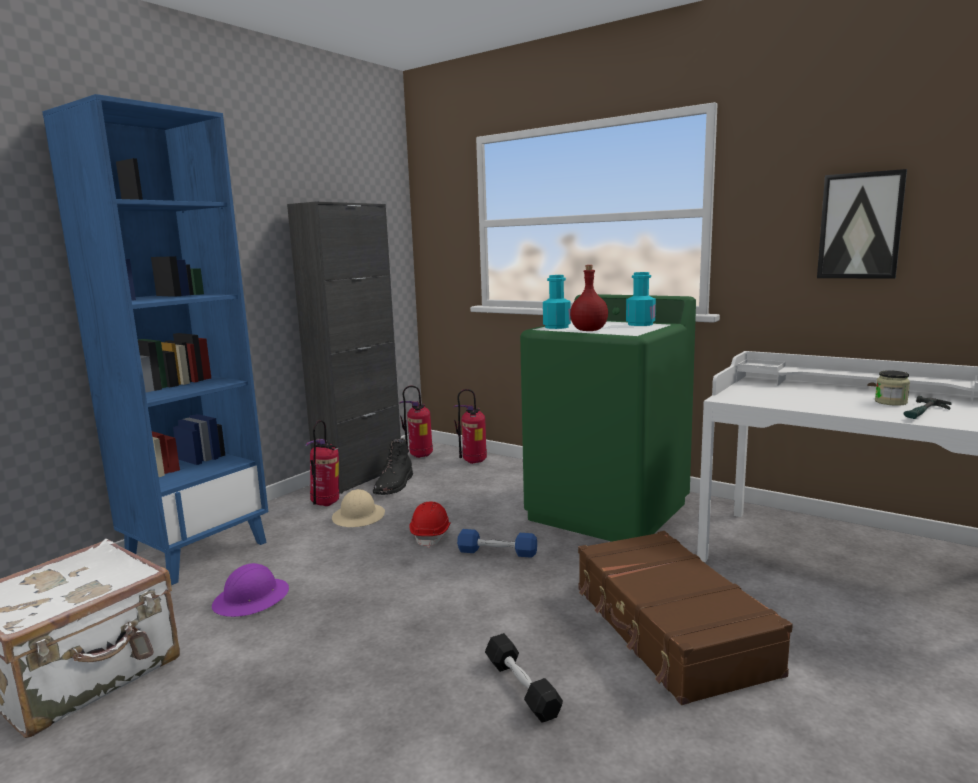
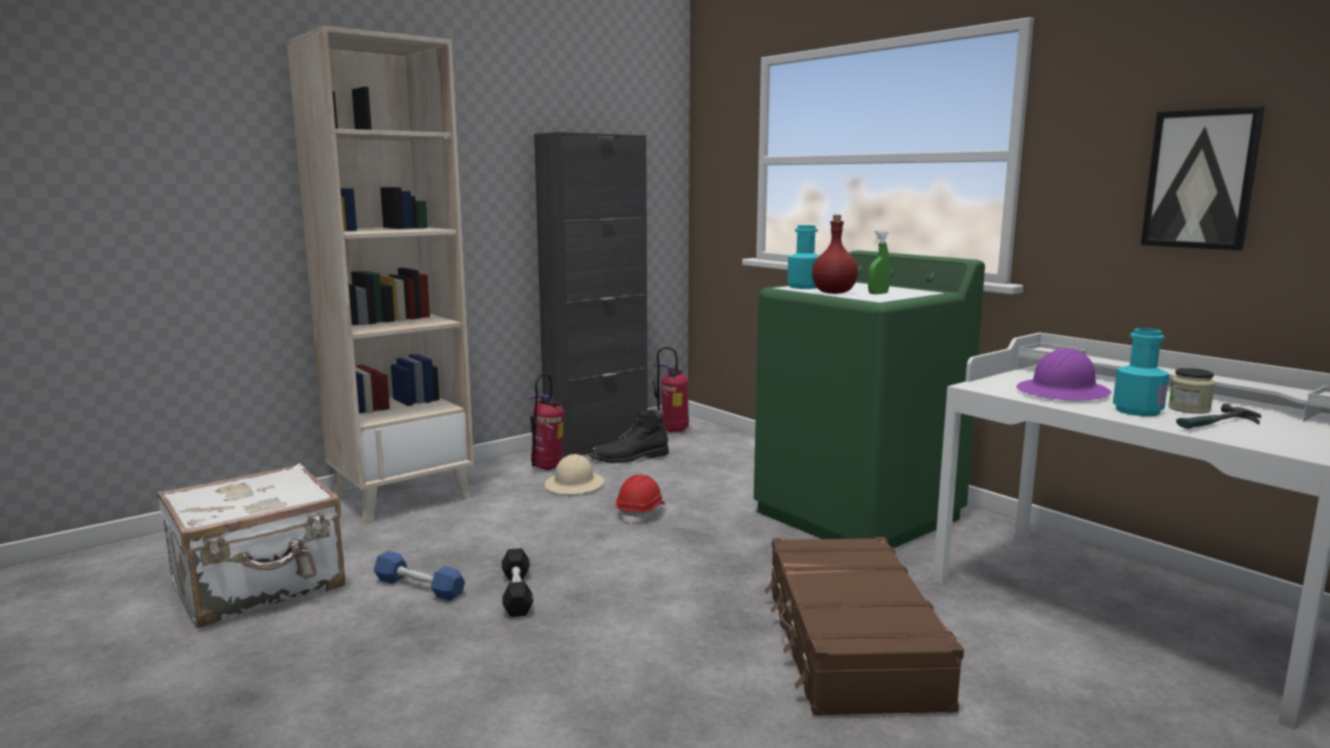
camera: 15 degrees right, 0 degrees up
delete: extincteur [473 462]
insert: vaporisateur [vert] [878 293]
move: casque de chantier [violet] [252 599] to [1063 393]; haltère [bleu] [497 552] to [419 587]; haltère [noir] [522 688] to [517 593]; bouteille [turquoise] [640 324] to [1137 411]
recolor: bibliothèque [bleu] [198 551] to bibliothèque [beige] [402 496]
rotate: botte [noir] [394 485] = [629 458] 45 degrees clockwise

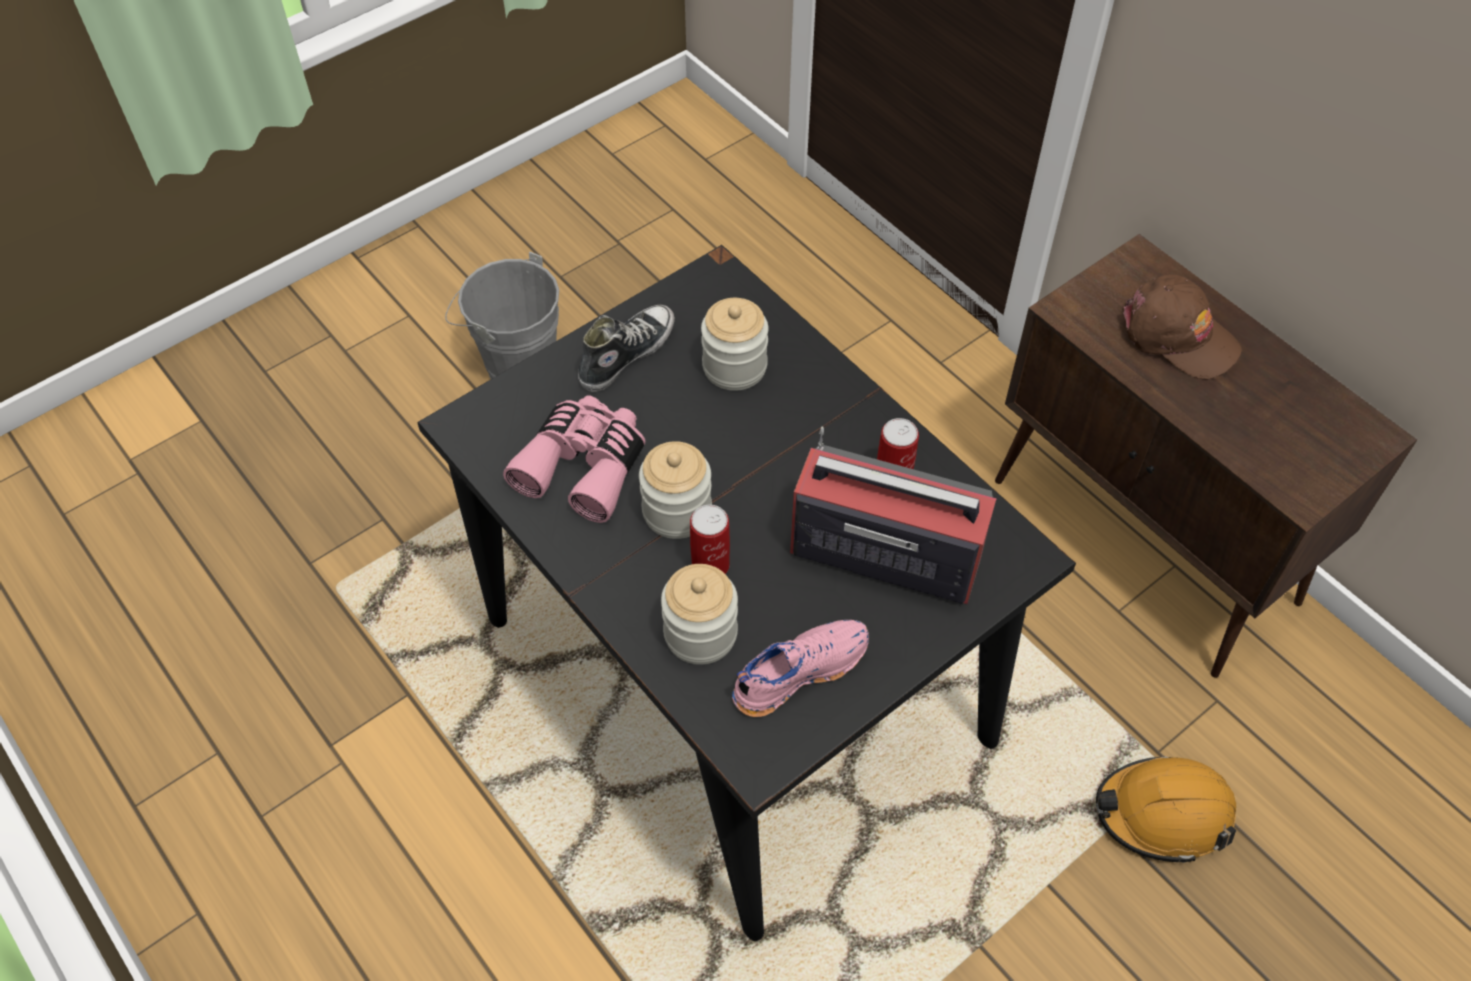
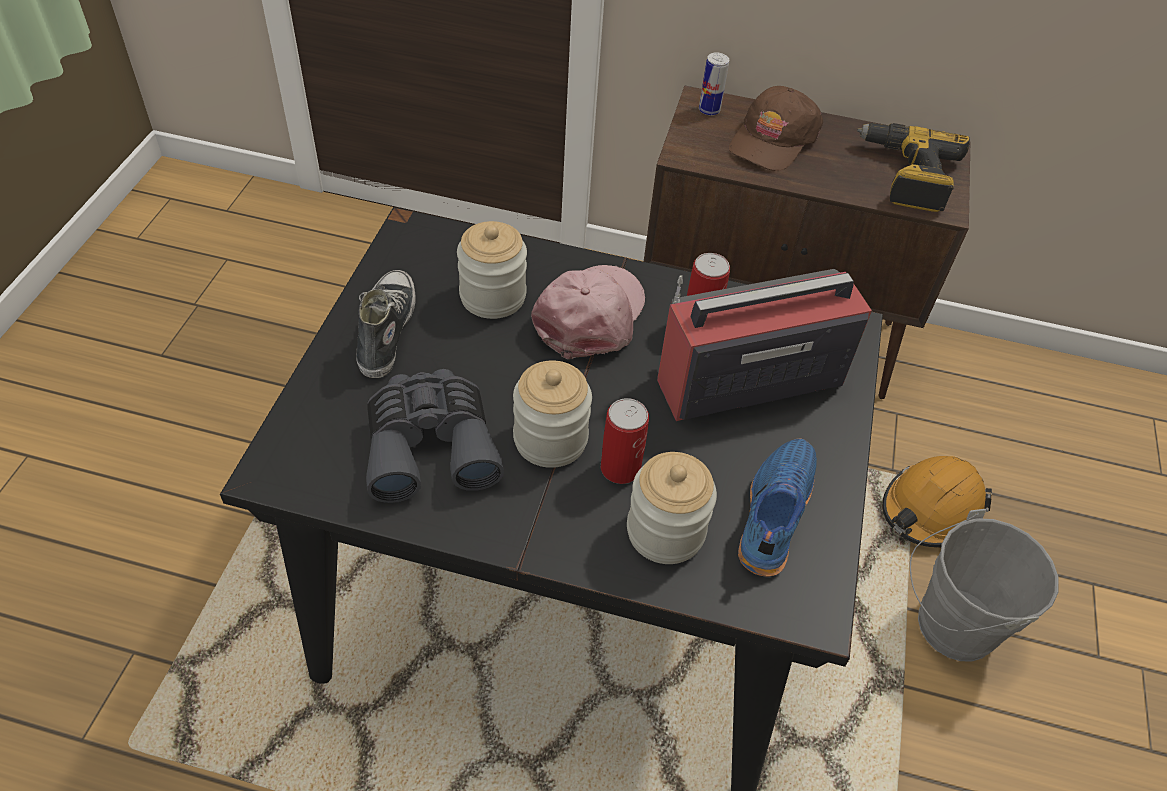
camera: 40 degrees left, 5 degrees down
insert: casquette [rose] [591 316]; boîte métallique [709 110]; perceuse [906 176]
move: seau [gris] [514 362] to [947 626]
recolor: jumelles [rose] [584 466] to jumelles [gris] [430 445]; chaussure [rose] [798 671] to chaussure [bleu] [772 513]
rotate: casquette [marron] [1177 336] = [772 140] 120 degrees clockwise

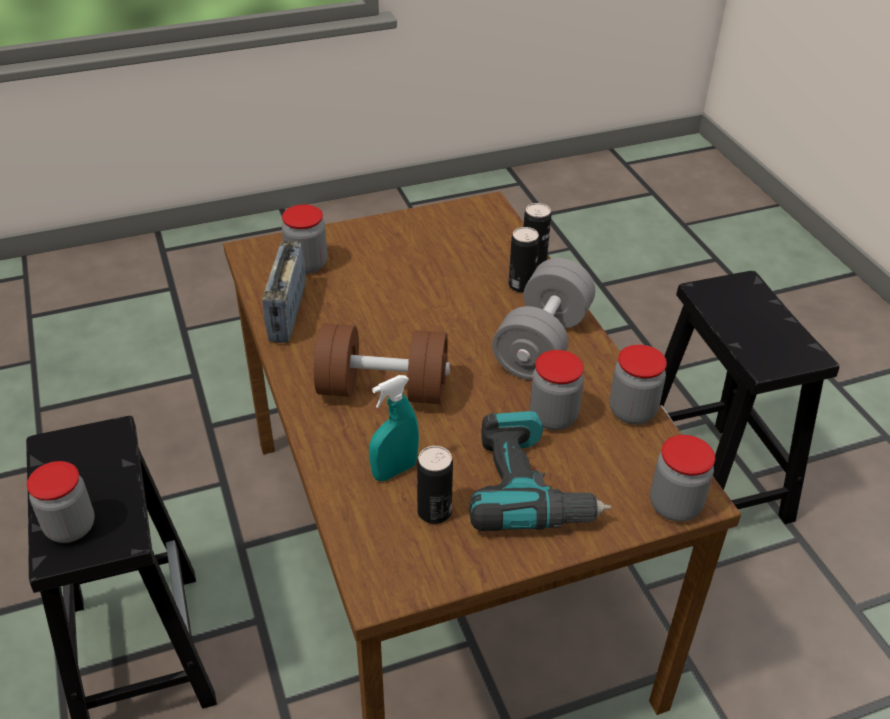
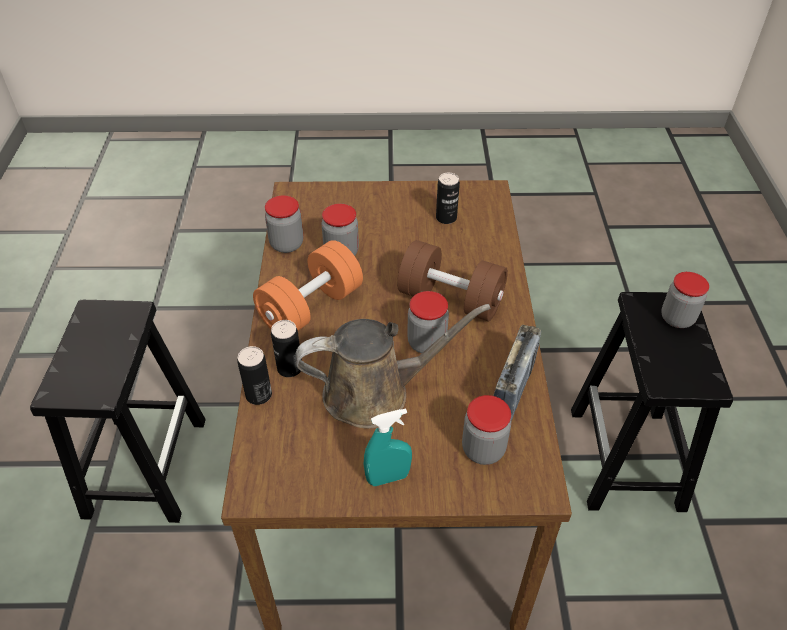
camera: 160 degrees left, 5 degrees up
delete: perceuse [529 488]
insert: arrosoir [marron] [375 393]
move: vaporisateur [turquoise] [394 470] to [388 477]; bocal [675 505] to [426 343]
recolor: haltère [gris] [542 343] to haltère [orange] [311 307]

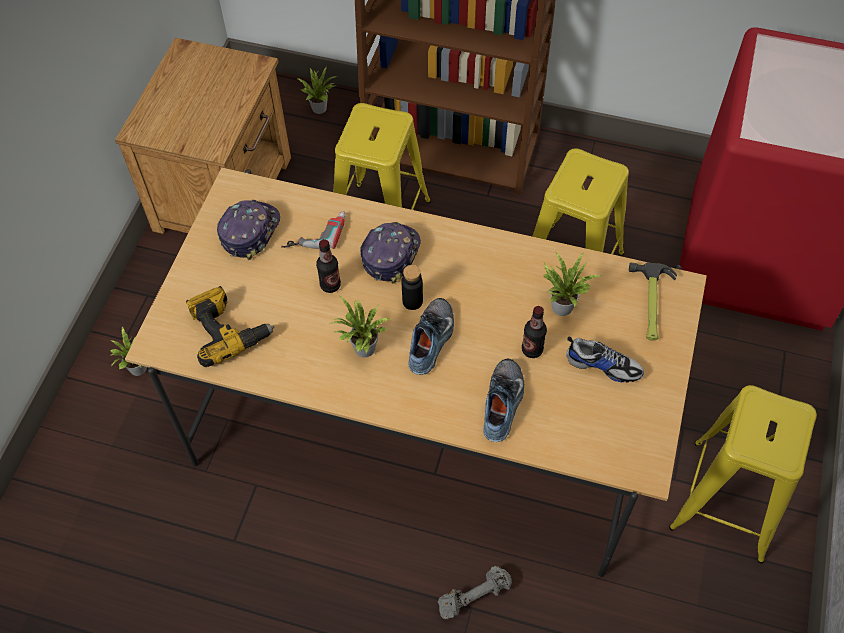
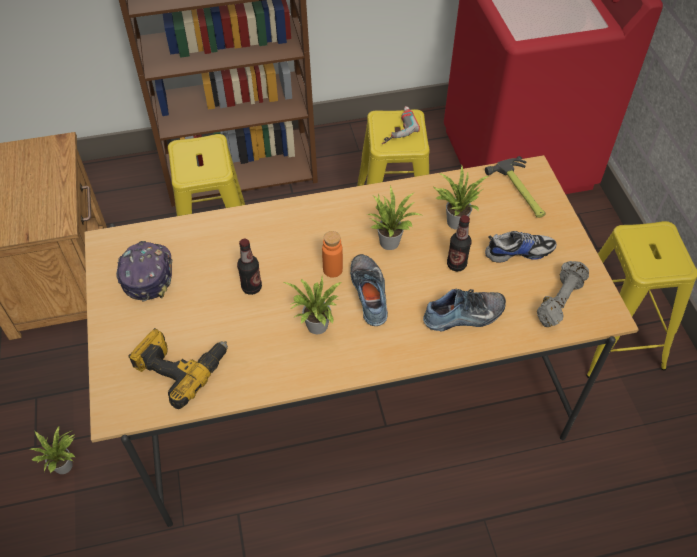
camera: 30 degrees left, 5 degrees down
delete: casquette [390 254]
move: perceuse [315 232] to [395 128]; plante en pot [321 107] to [390 240]; haltère [gris] [473 596] to [559 300]
recolor: bouteille [noir] [412 301] to bouteille [orange] [332 269]
rotate: chaussure [504 404] = [464 317] 90 degrees clockwise

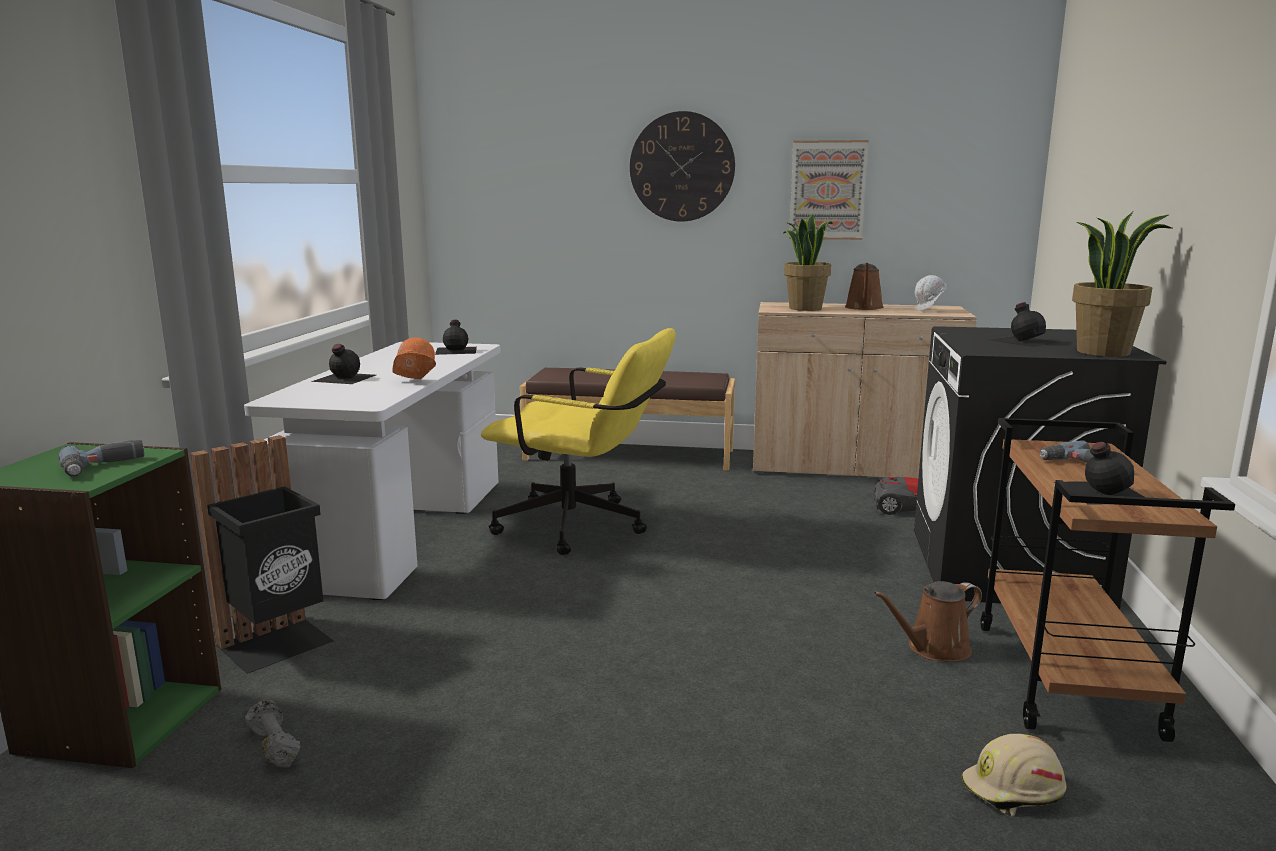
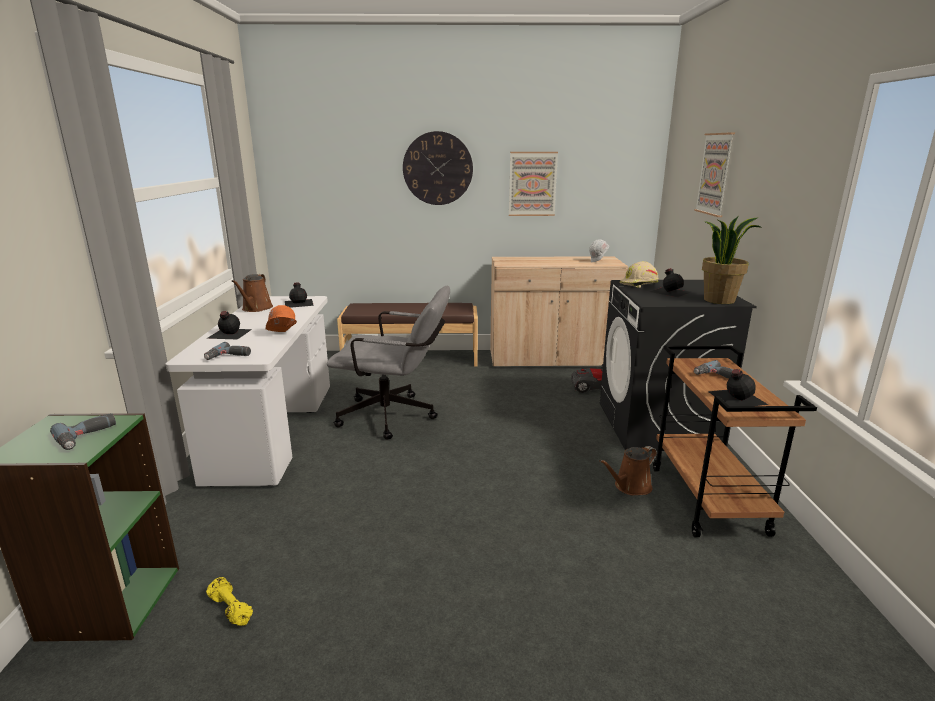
camera: 10 degrees left, 5 degrees up
delete: poubelle [noir] [278 644]; plante en pot [805 308]
insert: perceuse [228 357]; tableau [715 174]
move: arrosoir [marron] [864 308] to [256 309]; casque de chantier [beige] [1013 791] to [639 284]
recolor: haltère [gris] [273 747] to haltère [jaune] [230 609]; chaise de bureau [jaune] [583 527] to chaise de bureau [gris] [395 417]

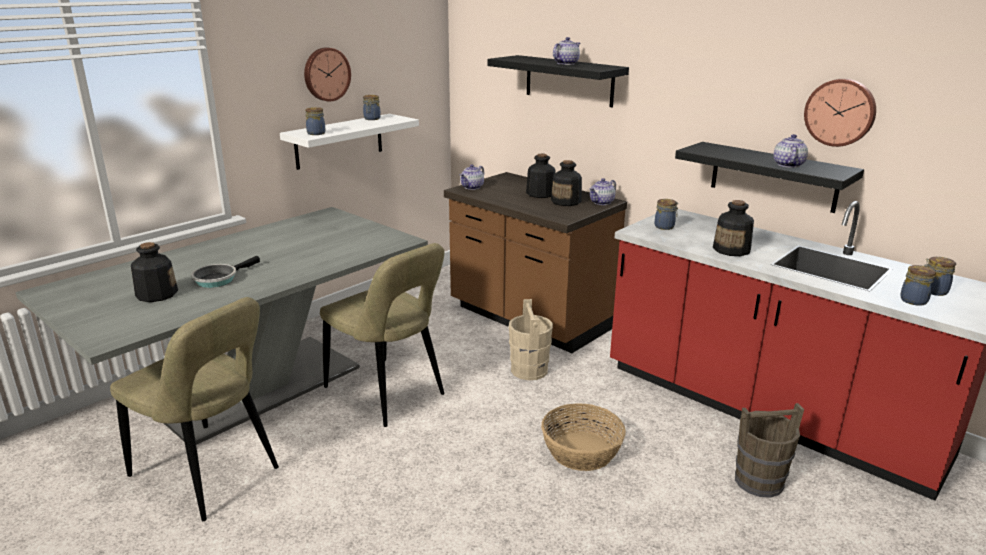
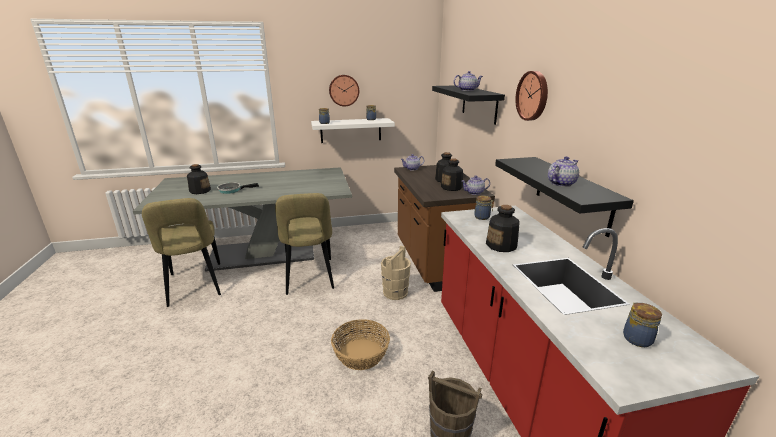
camera: 35 degrees right, 0 degrees up
delete: bocal [913 300]
move: horloge murale [840 112] to [533 96]

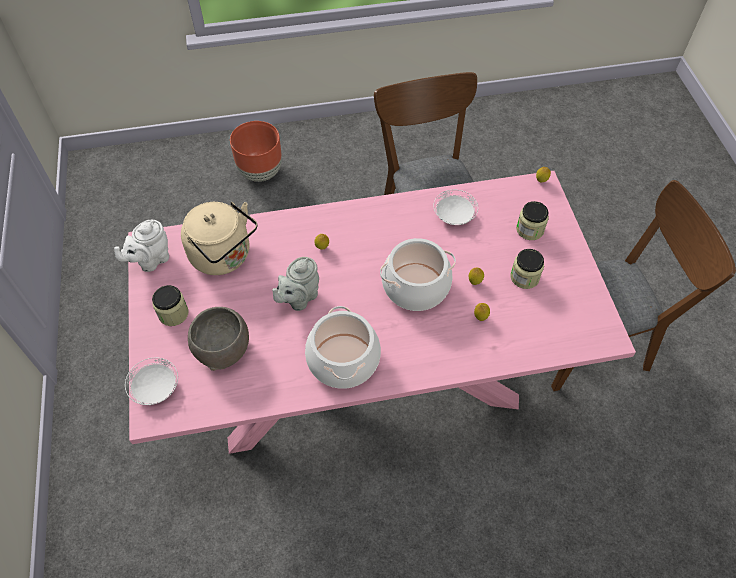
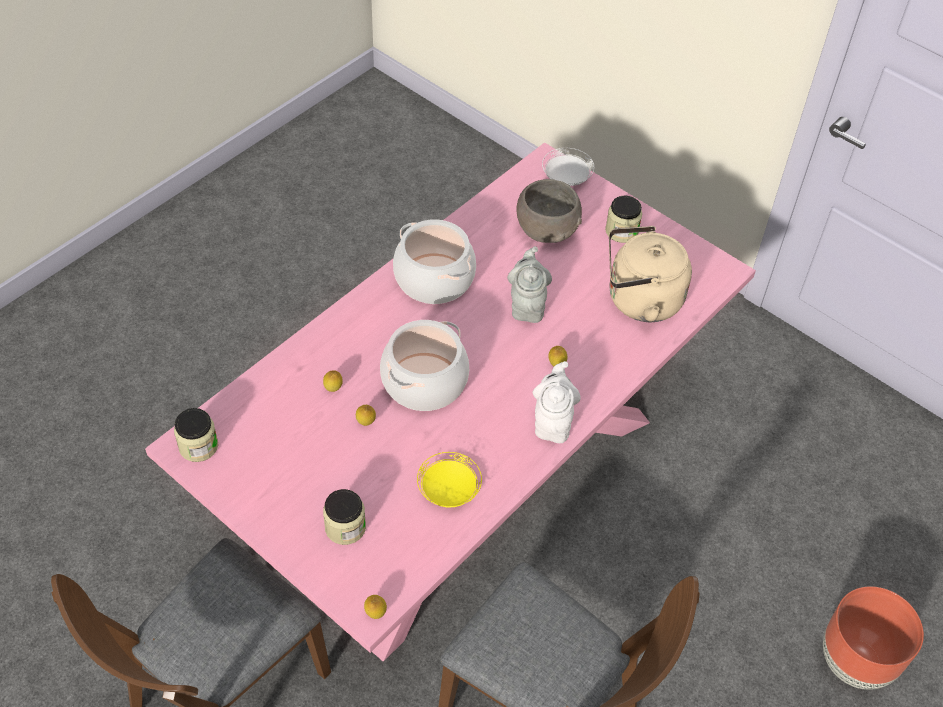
camera: 140 degrees right, 5 degrees down
move: théière [blanc] [151 260] to [552 422]; bocal [524 277] to [198 446]
recolor: assiette [blanc] [454 216] to assiette [jaune] [449 490]

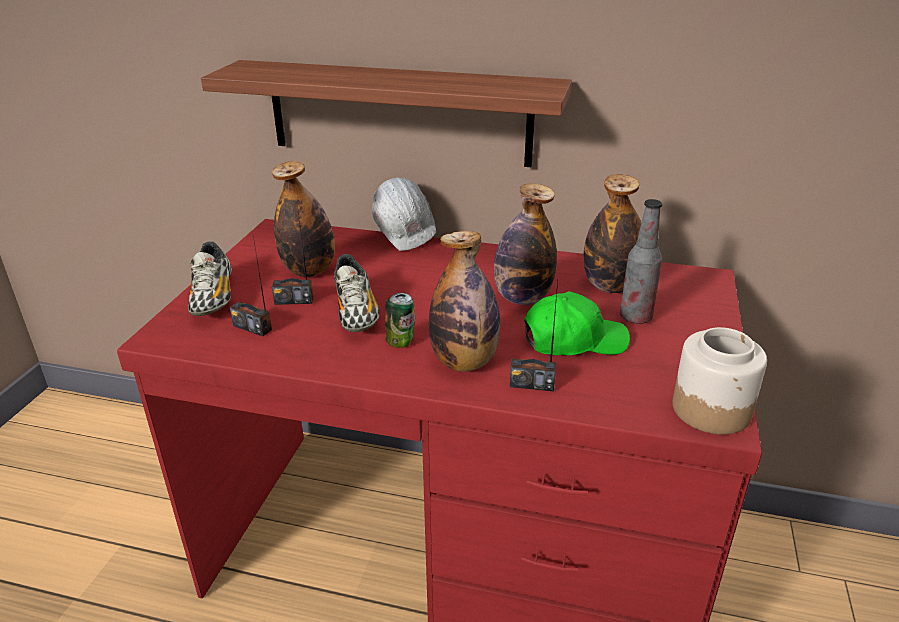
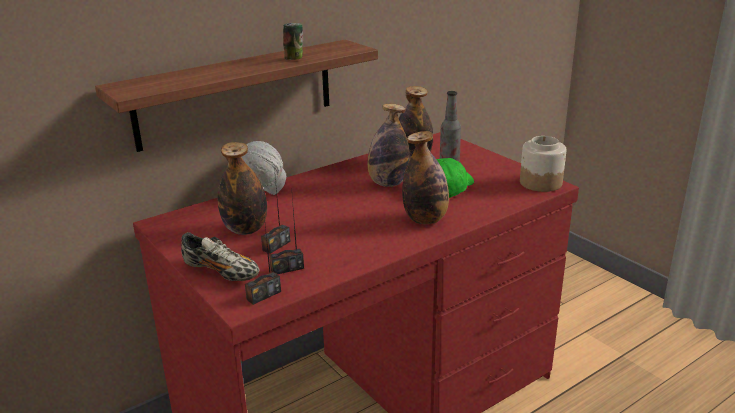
camera: 50 degrees left, 5 degrees down
delete: chaussure [356 312]
move: boîte métallique [401 342] to [294 58]; radio [532 384] to [263 295]

